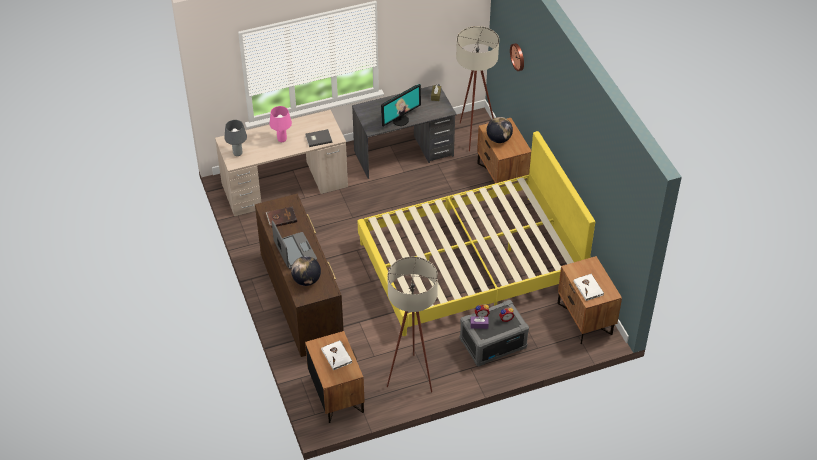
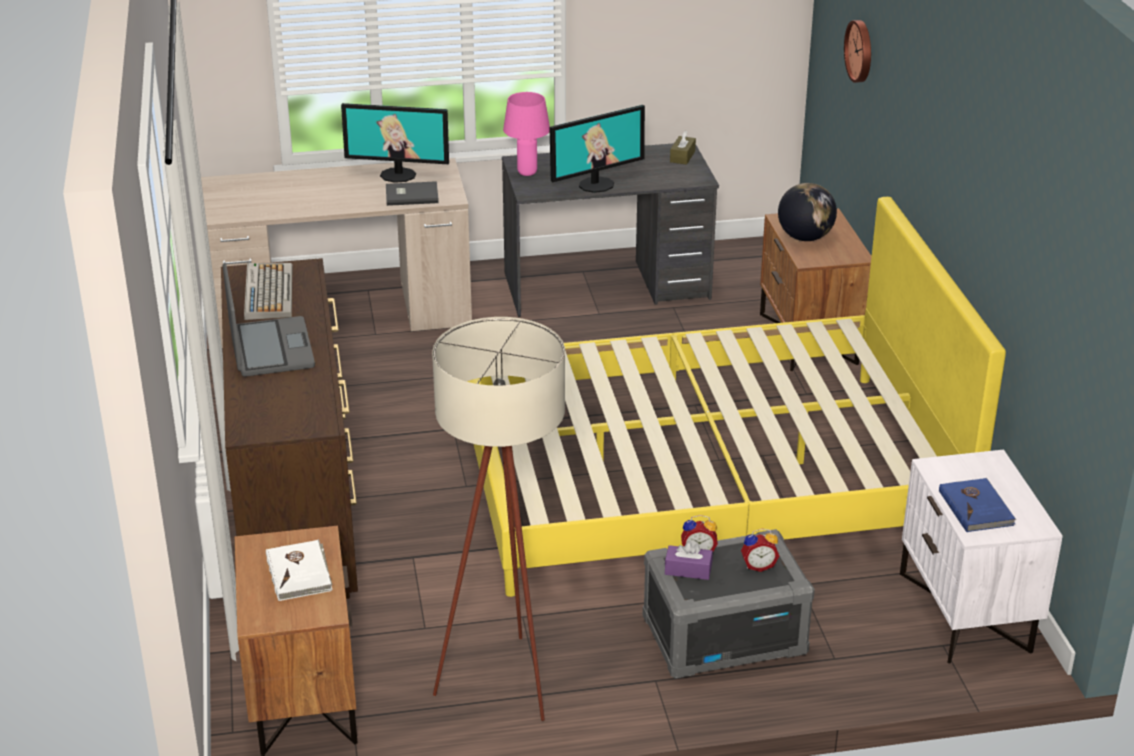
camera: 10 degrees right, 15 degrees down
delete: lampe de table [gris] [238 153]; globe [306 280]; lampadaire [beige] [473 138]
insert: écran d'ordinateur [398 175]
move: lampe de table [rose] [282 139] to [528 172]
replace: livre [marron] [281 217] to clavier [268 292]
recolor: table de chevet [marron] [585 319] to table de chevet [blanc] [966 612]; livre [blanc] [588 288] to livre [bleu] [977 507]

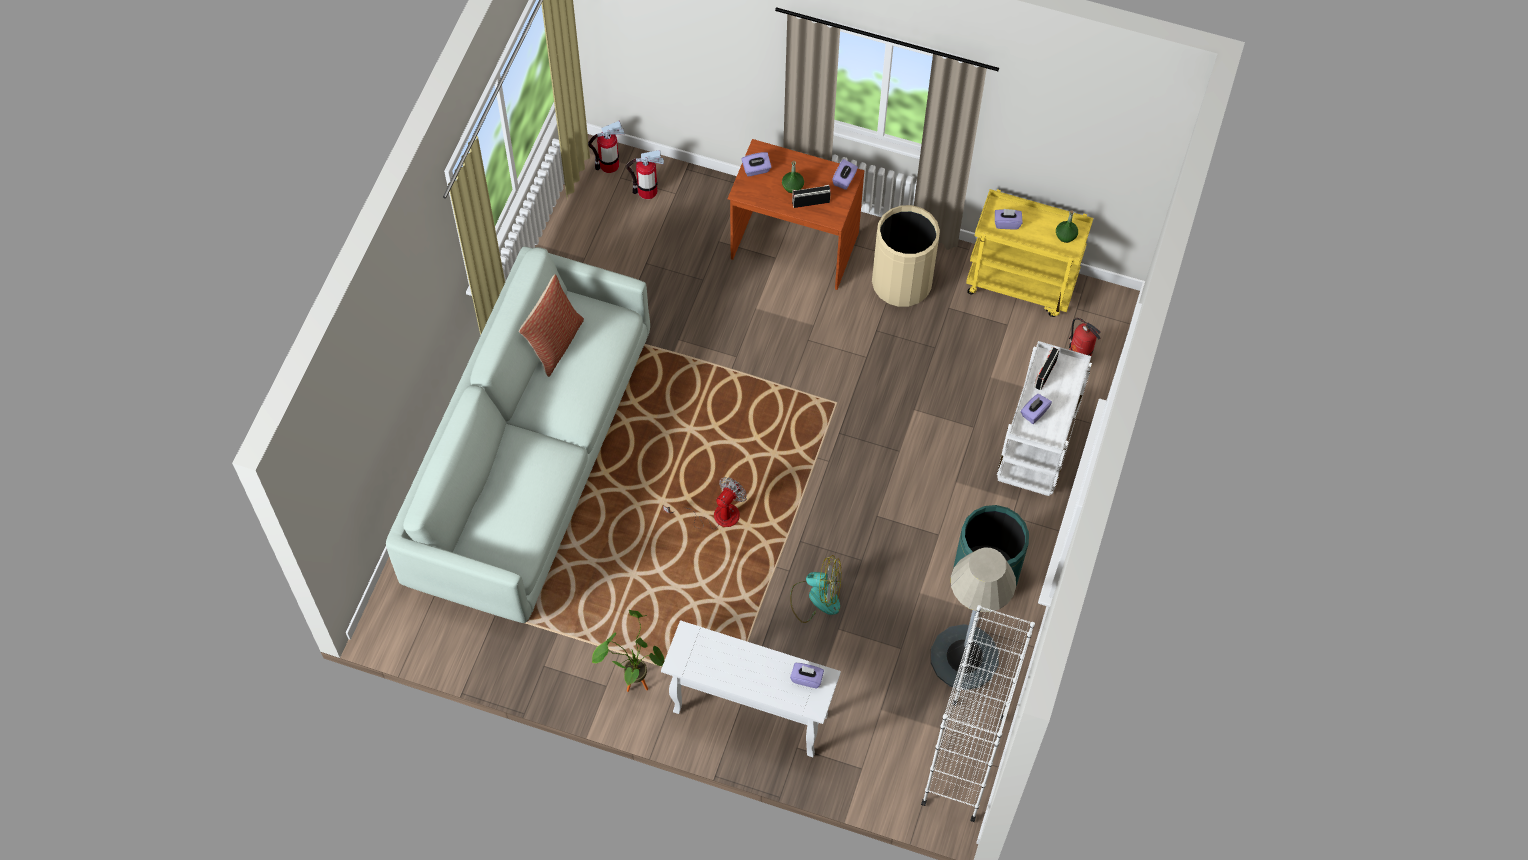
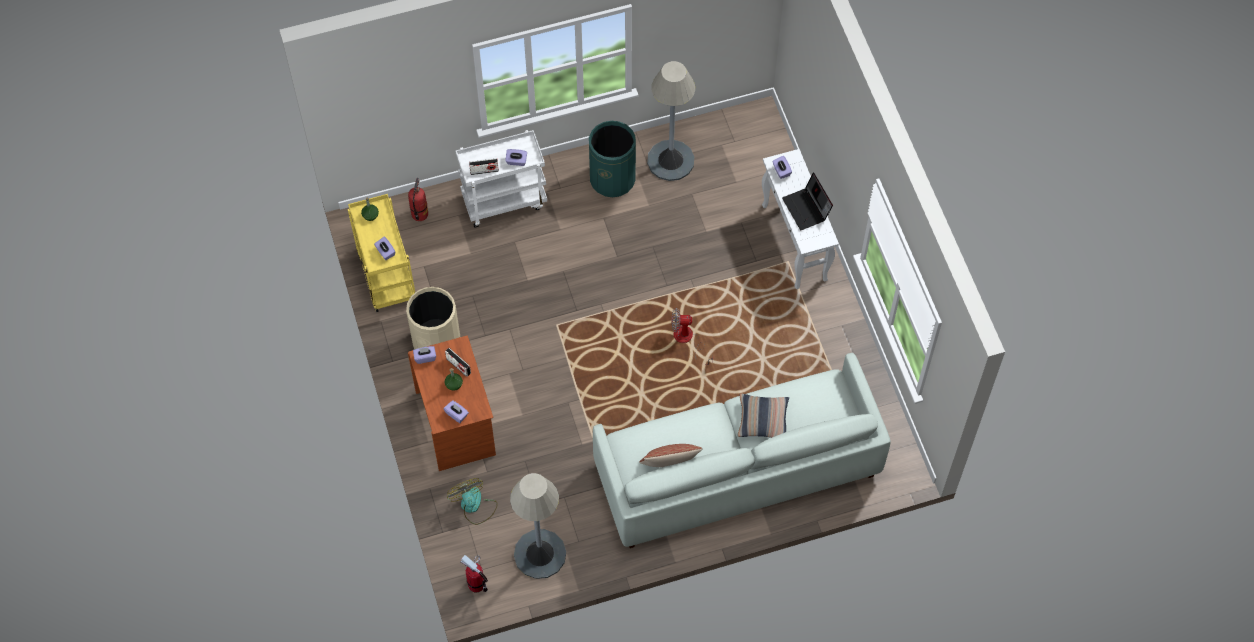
camera: 125 degrees left, 0 degrees up
delete: plante en pot [632 681]; extincteur [647 191]; bibliothèque [blanc] [964 759]
insert: lampadaire [gris] [540 554]; coussin [762 420]; ordinateur portable [807 209]
move: ventilateur [816 597] to [474 506]

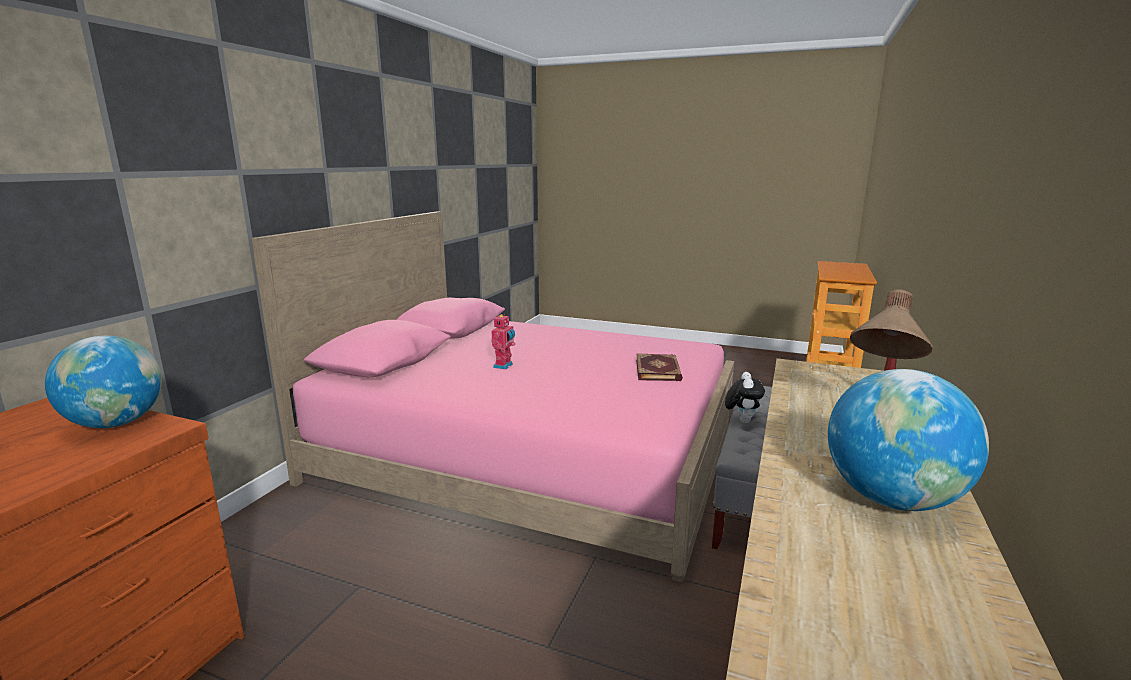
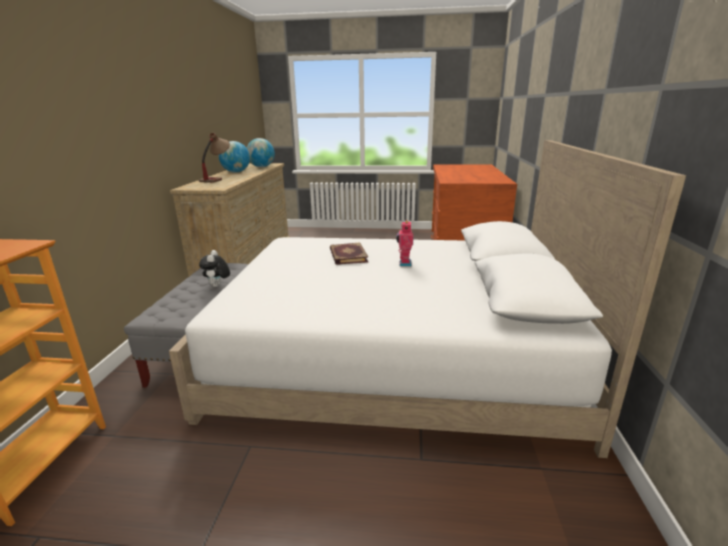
camera: 165 degrees right, 5 degrees up
move: globe [116 423] to [262 167]; livre [659 370] to [347 255]
recolor: lit [rose] [529 454] to lit [blanc] [392 355]

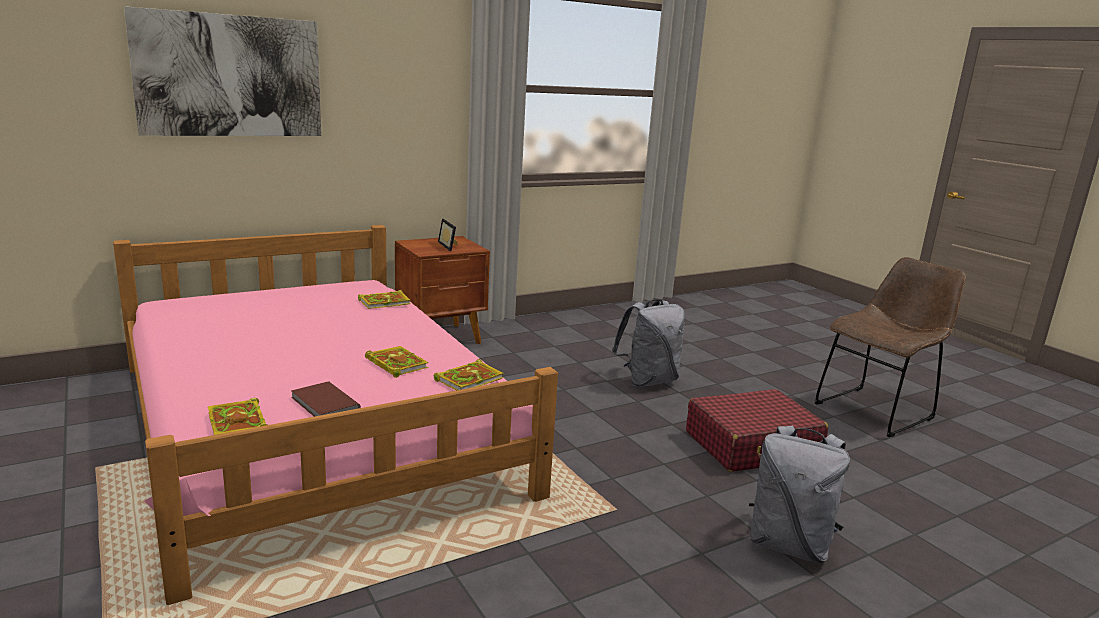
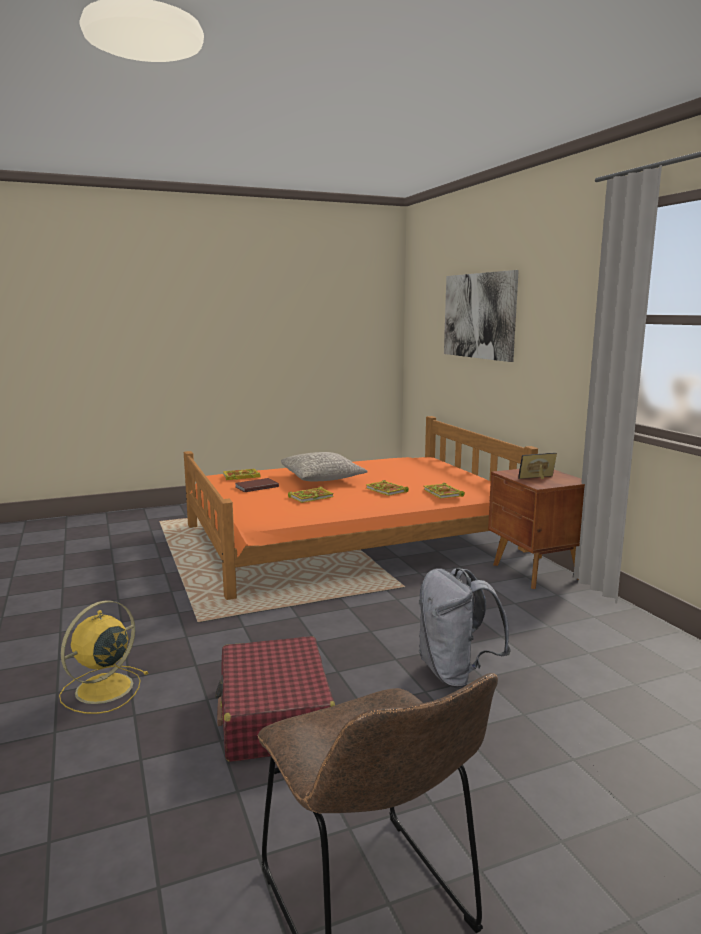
camera: 100 degrees right, 5 degrees down
insert: coussin [gris] [322 478]
move: livre [470 379] to [387 490]
replace: sac à dos [gris] [789 545] to ventilateur [jaune] [102 689]
recolor: lit [rose] [313 426] to lit [orange] [349 538]

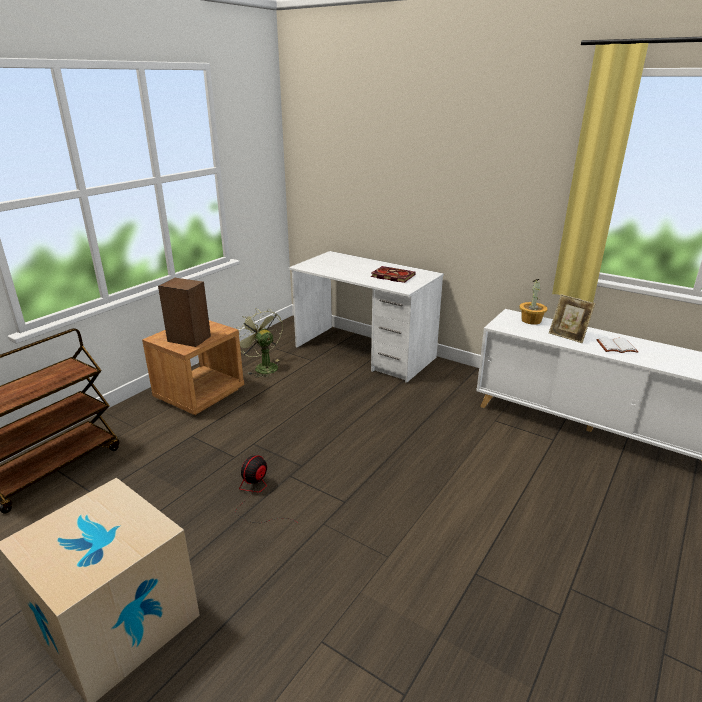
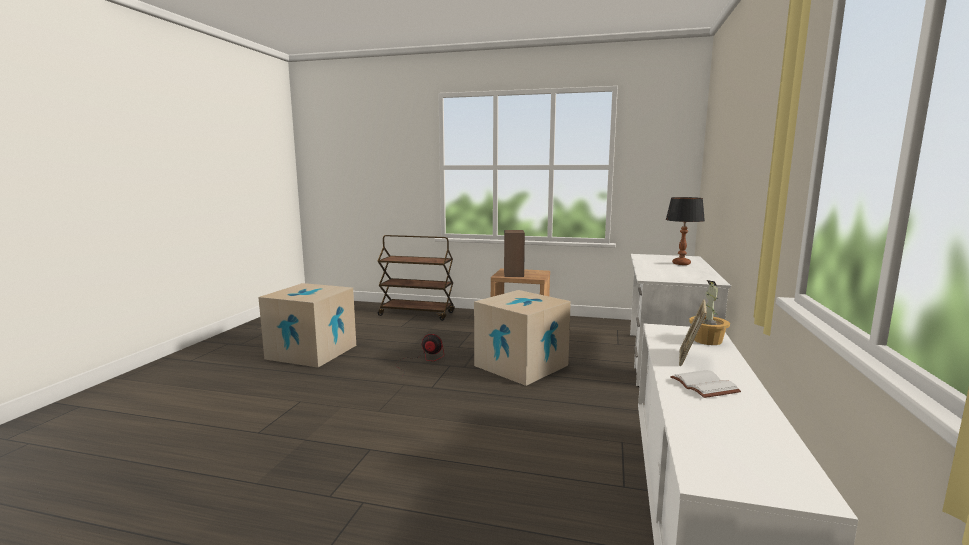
camera: 70 degrees right, 15 degrees down
delete: ventilateur [vert] [262 367]; livre [391 276]
insert: carton [521 365]; lampe de table [681 263]

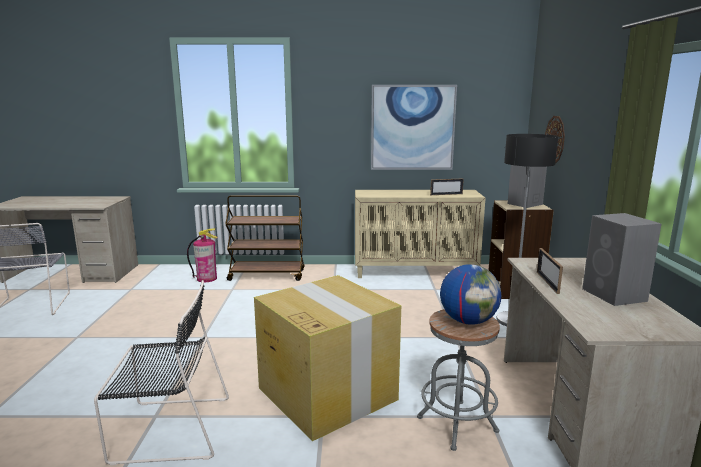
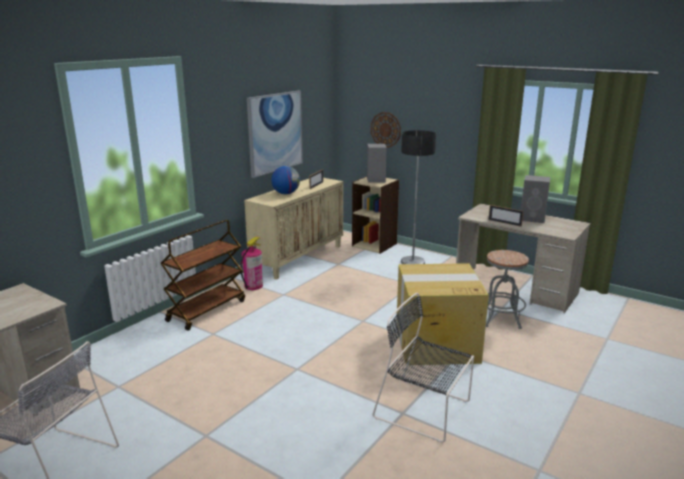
camera: 55 degrees left, 5 degrees up
move: extincteur [207 278] to [253 286]; globe [468 321] to [286 193]
rotate: chaise [noir] [168 429] = [425 410] 90 degrees counterclockwise

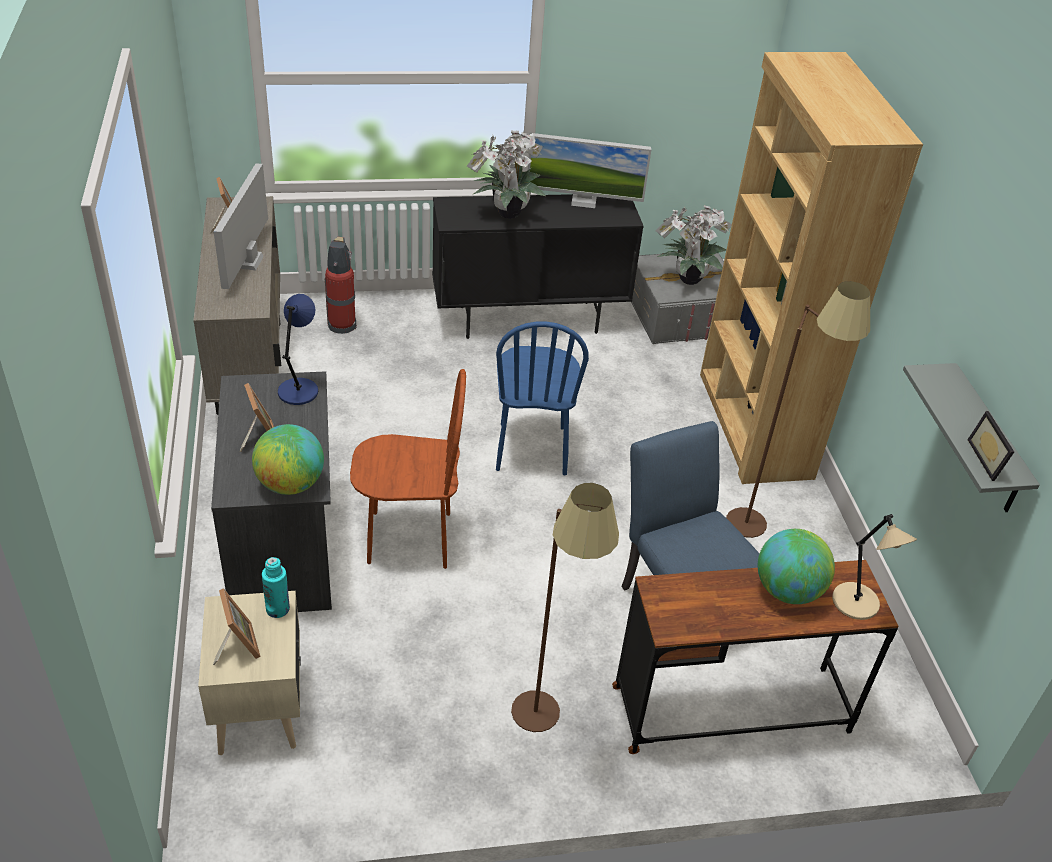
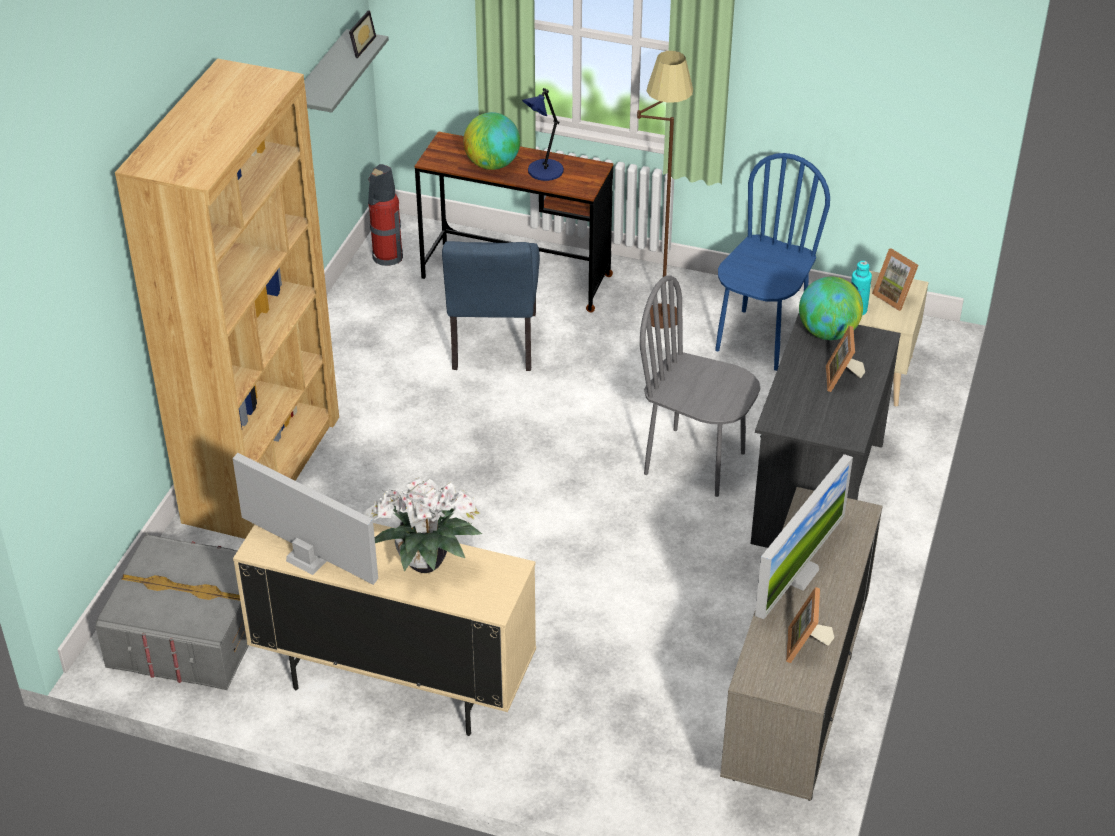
camera: 150 degrees left, 0 degrees up
delete: plante en pot [687 279]; lampadaire [marron] [765 524]; lampe de table [beige] [857 604]
move: lampe de table [bleu] [299 390] to [544 172]; extincteur [342 324] to [386 257]; chaise [bleu] [531 448] to [760 340]
recolor: chaise [marron] [409 538] to chaise [gris] [695 462]; meuble de rangement [noir] [529 320] to meuble de rangement [beige] [394 684]
rotate: cadre photo [236 645] = [895 297] 45 degrees counterclockwise

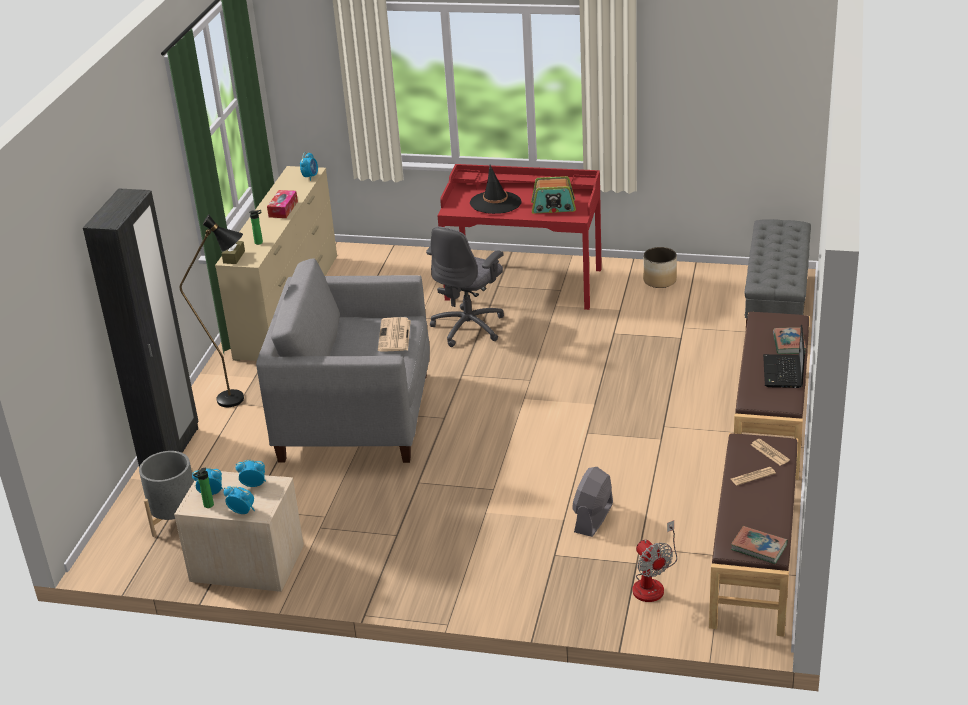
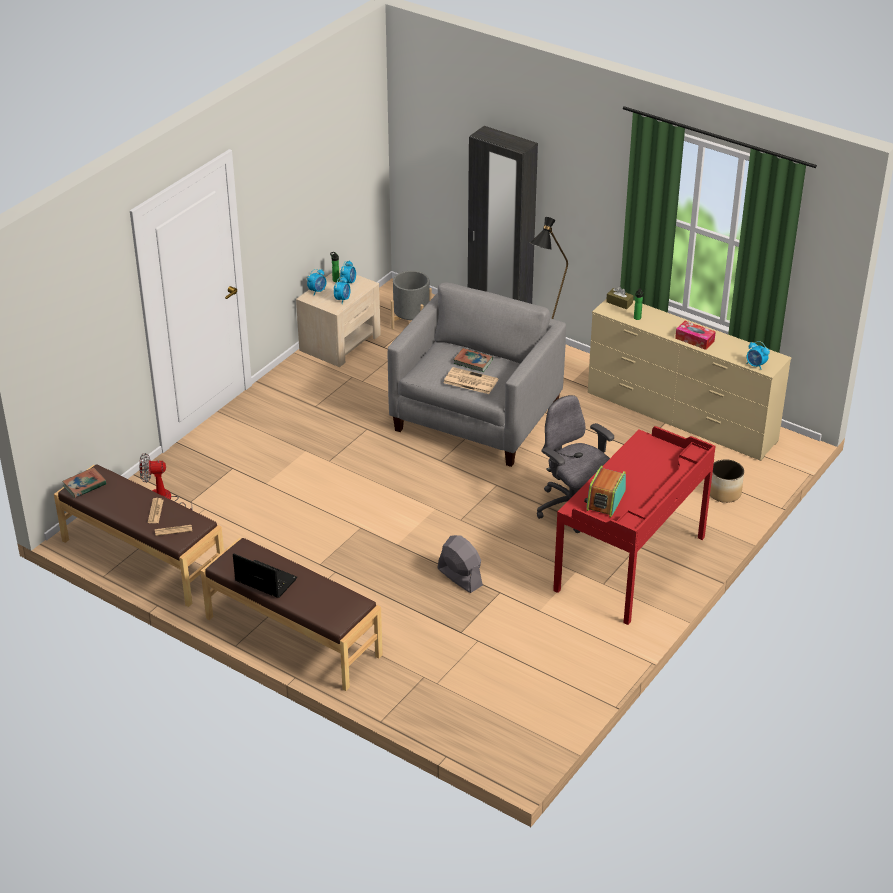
camera: 110 degrees right, 5 degrees up
delete: chapeau [noir] [495 203]; banc [gris] [776 309]
move: ventilateur [gris] [593 518] to [459 577]; cache-pot [659 281] to [724 493]; livre [789 343] to [473 362]

